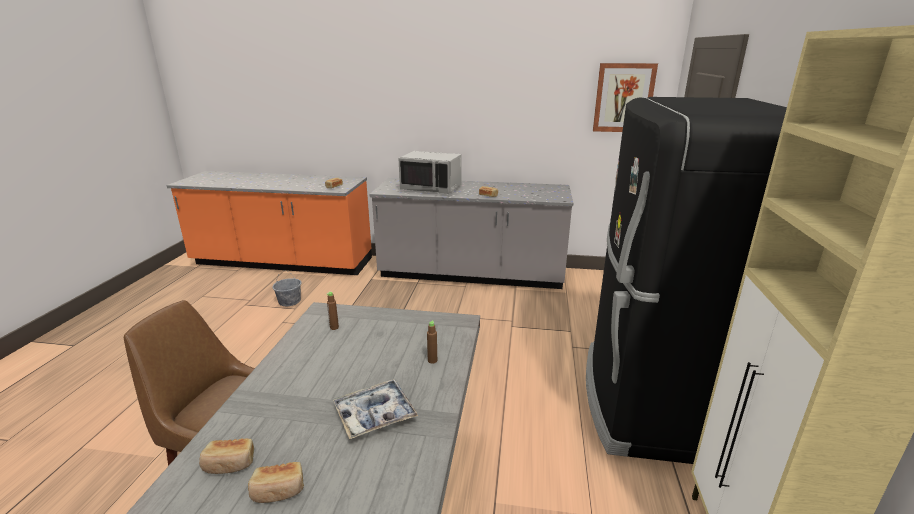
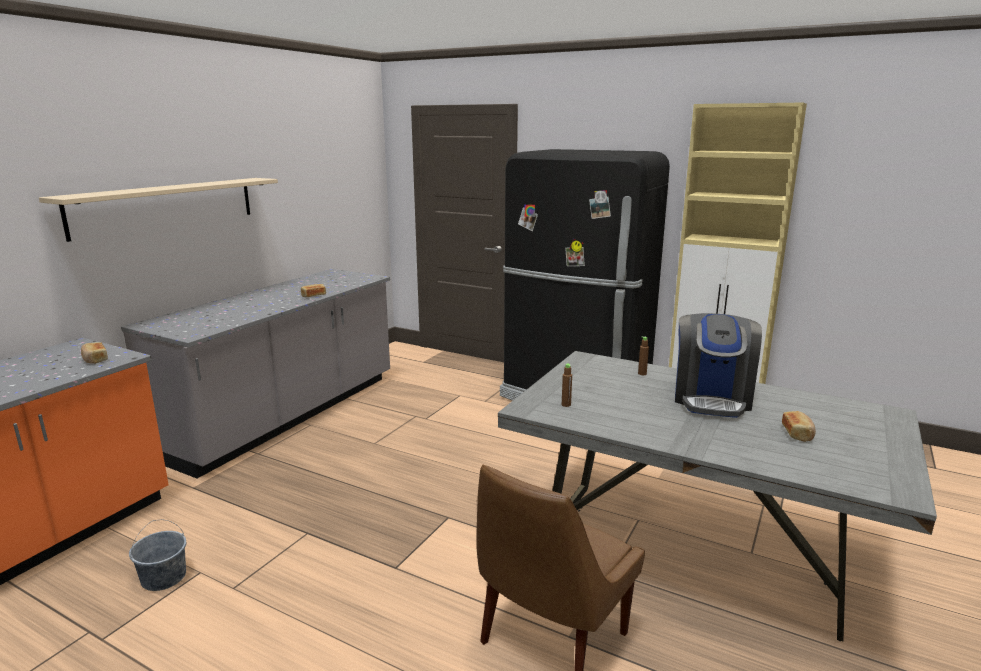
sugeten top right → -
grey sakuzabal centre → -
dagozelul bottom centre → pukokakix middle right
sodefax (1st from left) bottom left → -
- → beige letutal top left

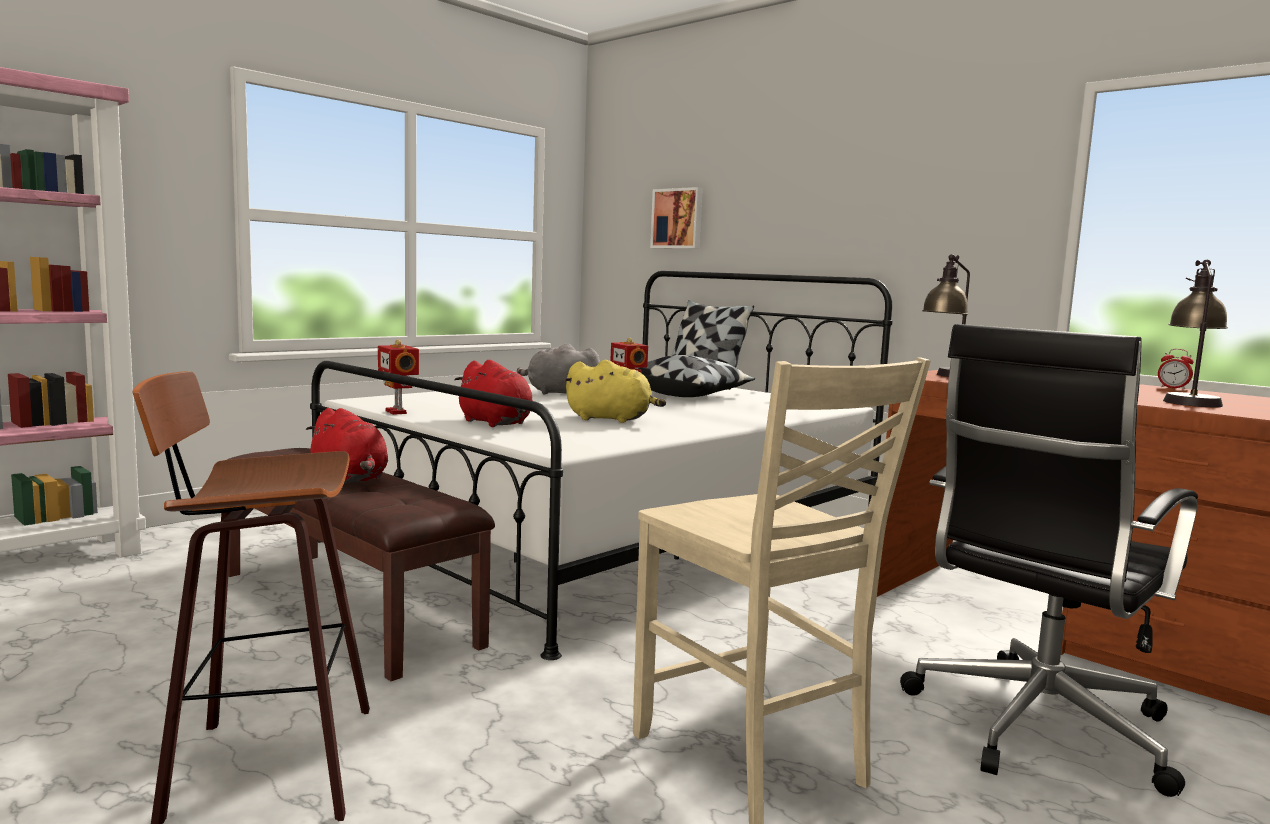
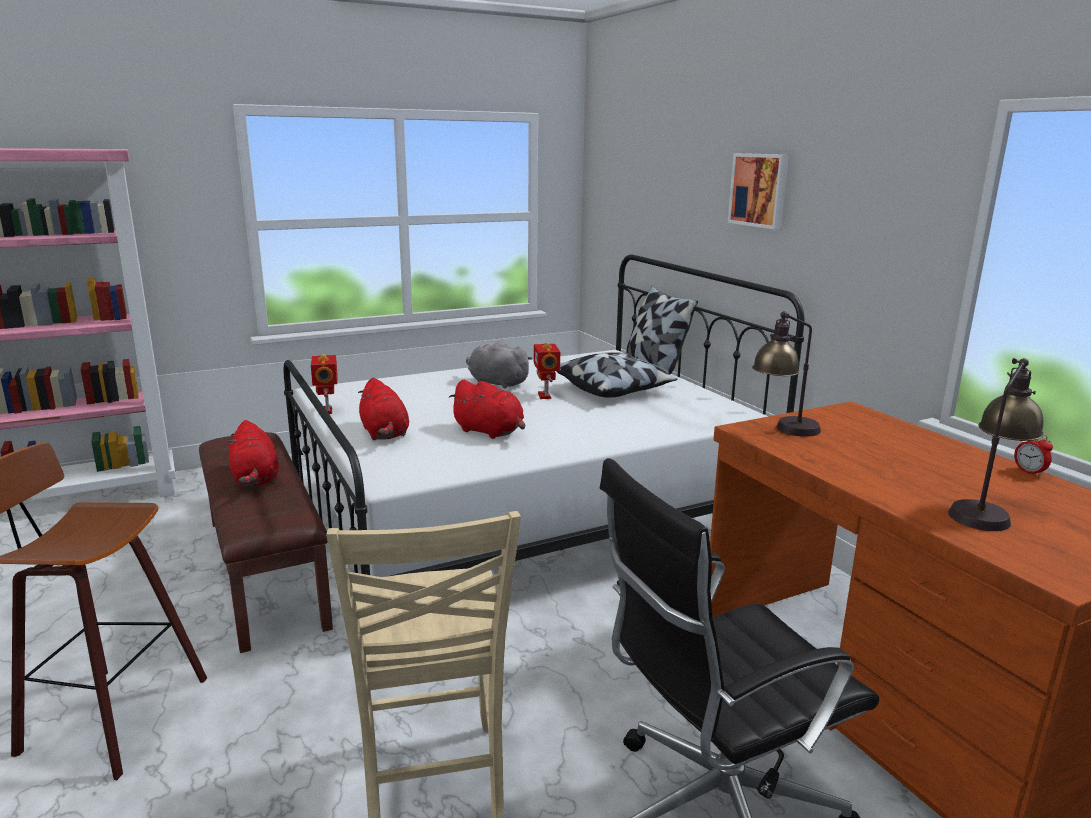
sugeten top centre → sugeten top right, moved
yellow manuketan centre → red manuketan (3rd from left) centre

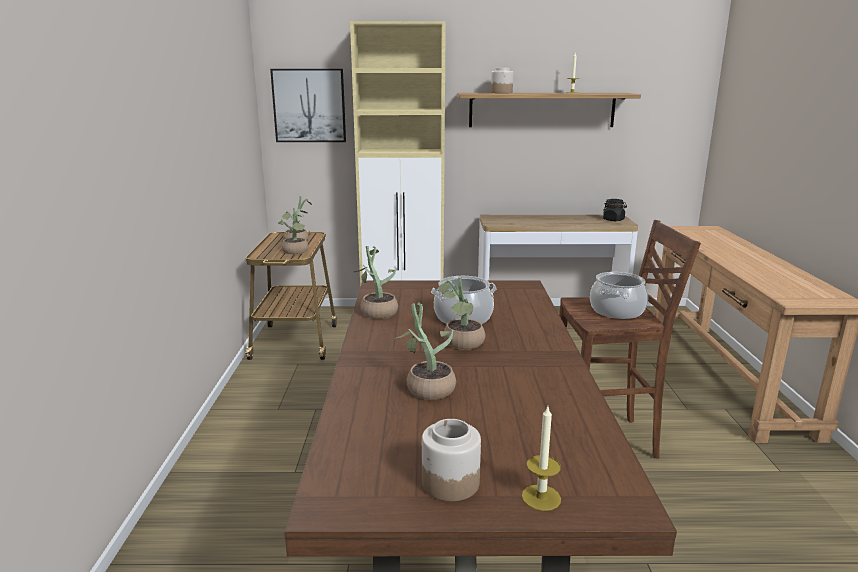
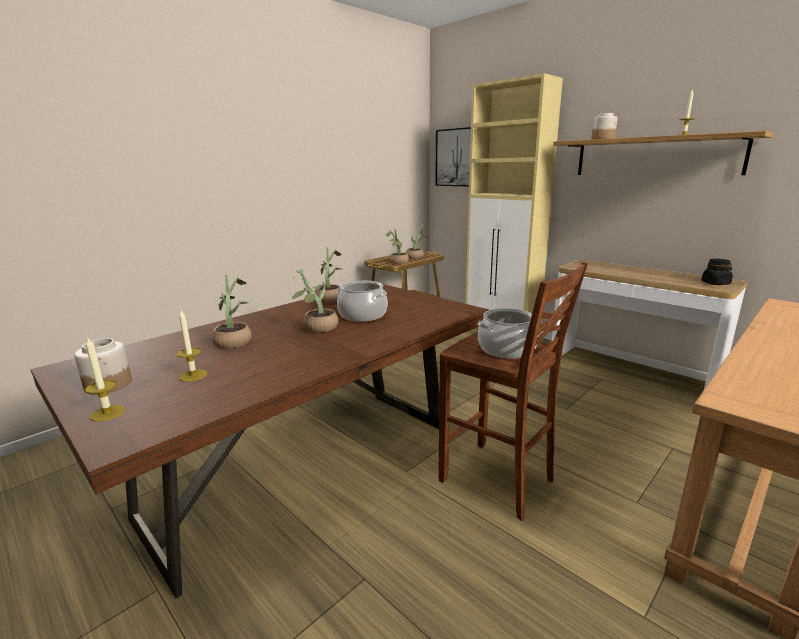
- → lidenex (2nd from left) middle left

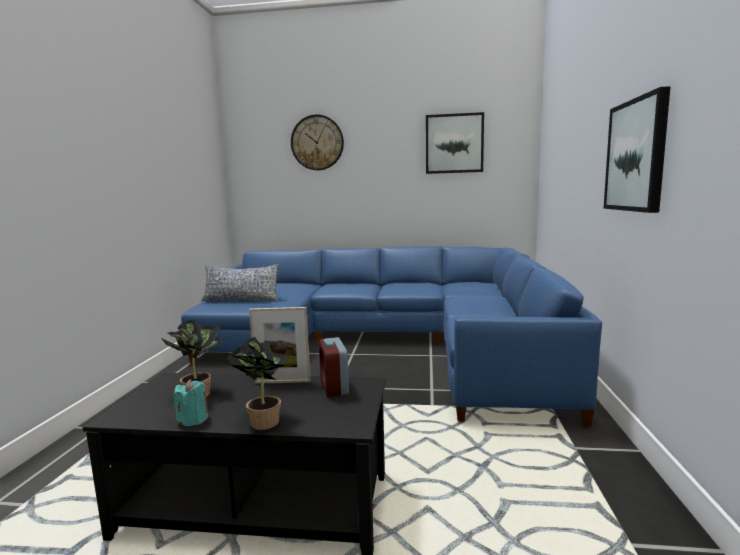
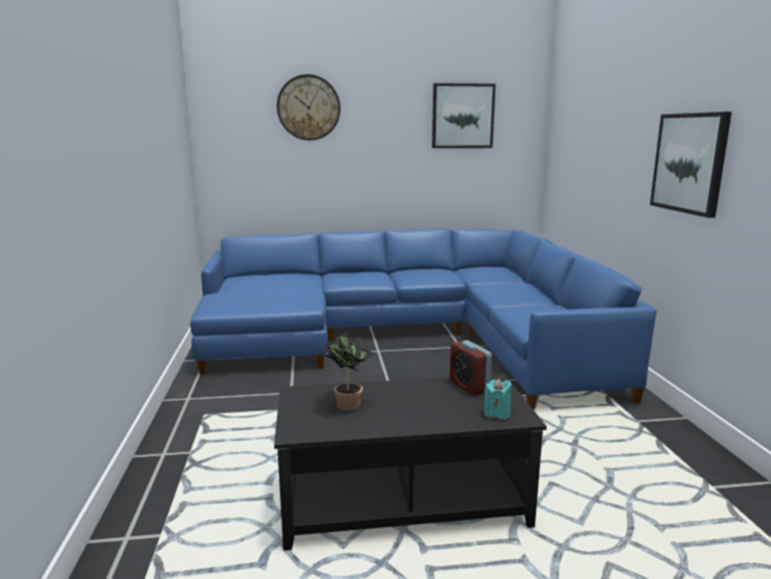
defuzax middle left → -
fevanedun centre → -
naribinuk (2nd from left) bottom centre → -
turquoise lidenex bottom left → turquoise lidenex bottom centre, moved

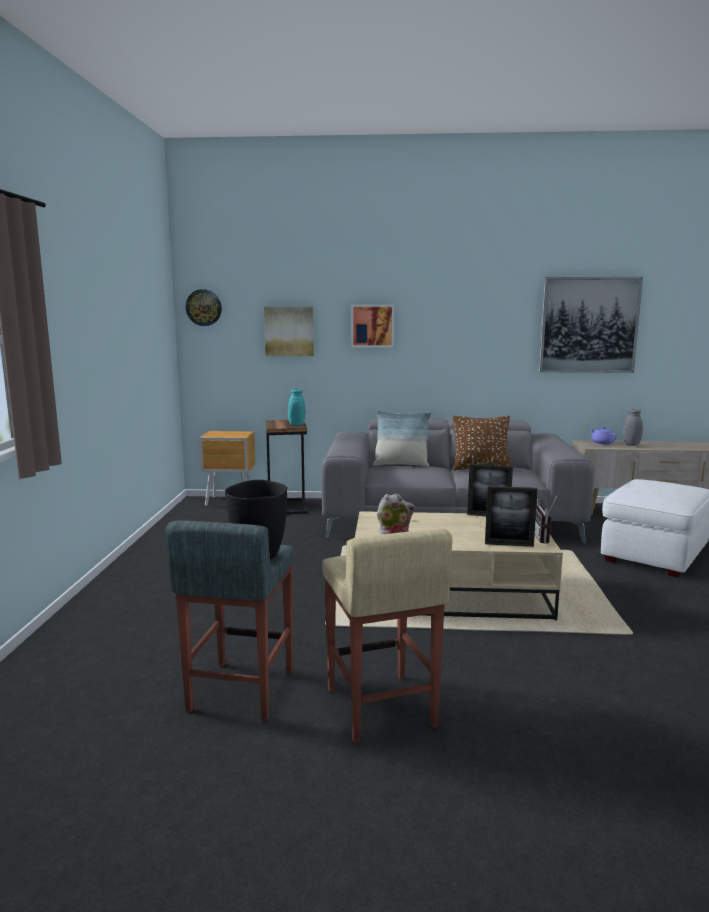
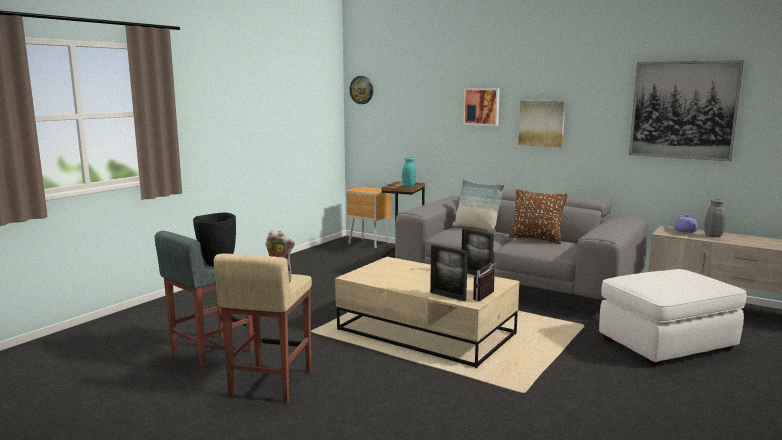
sugeten (1st from left in the first image) centre → sugeten (2nd from left) top right, moved

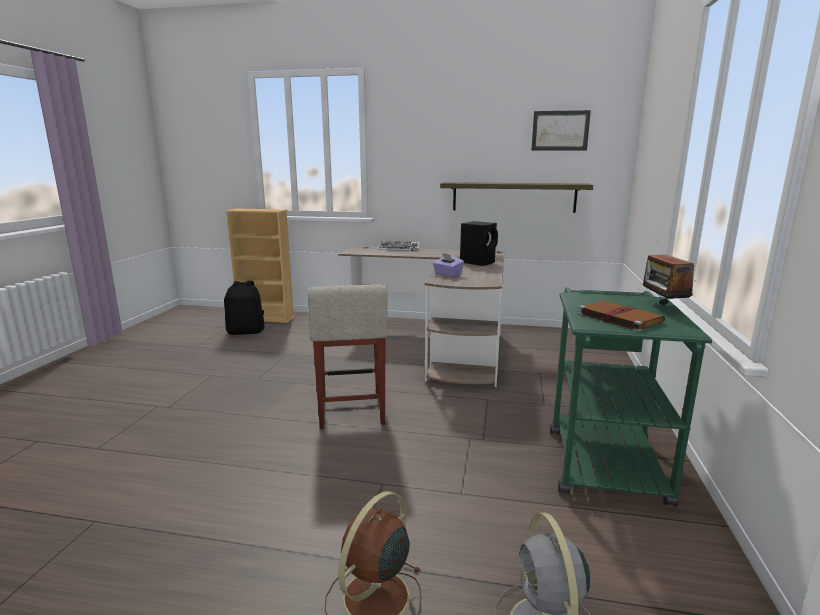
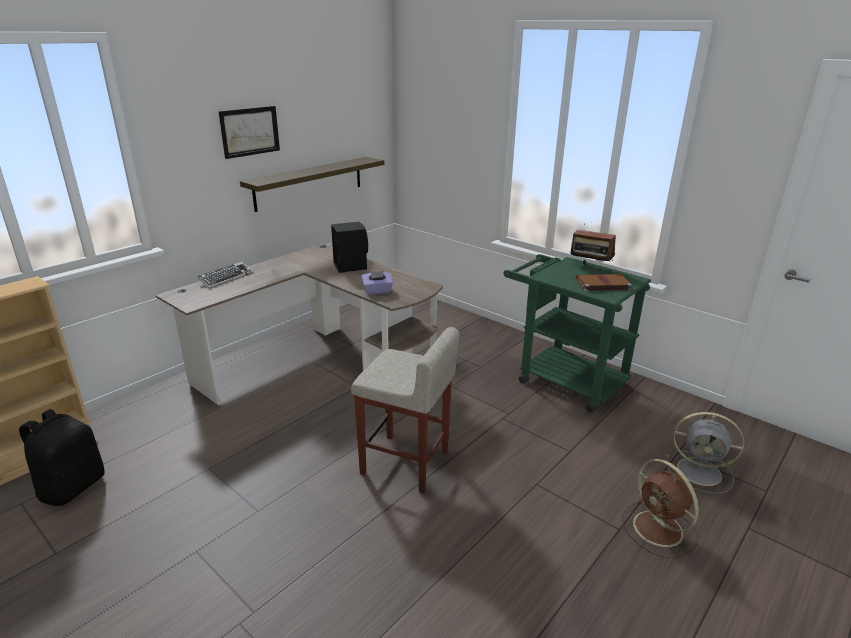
sugeten top right → sugeten top left, moved

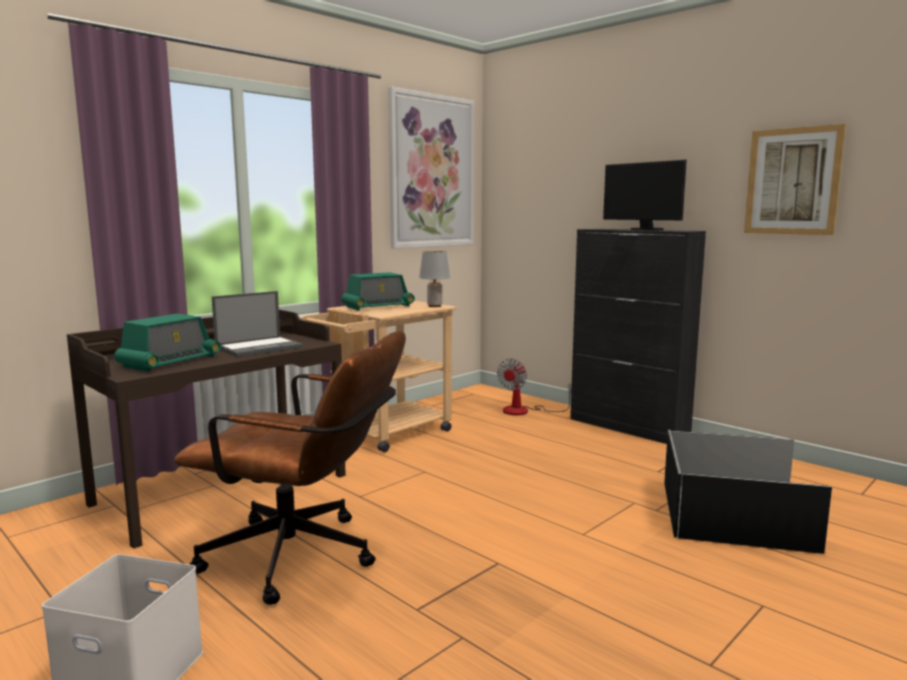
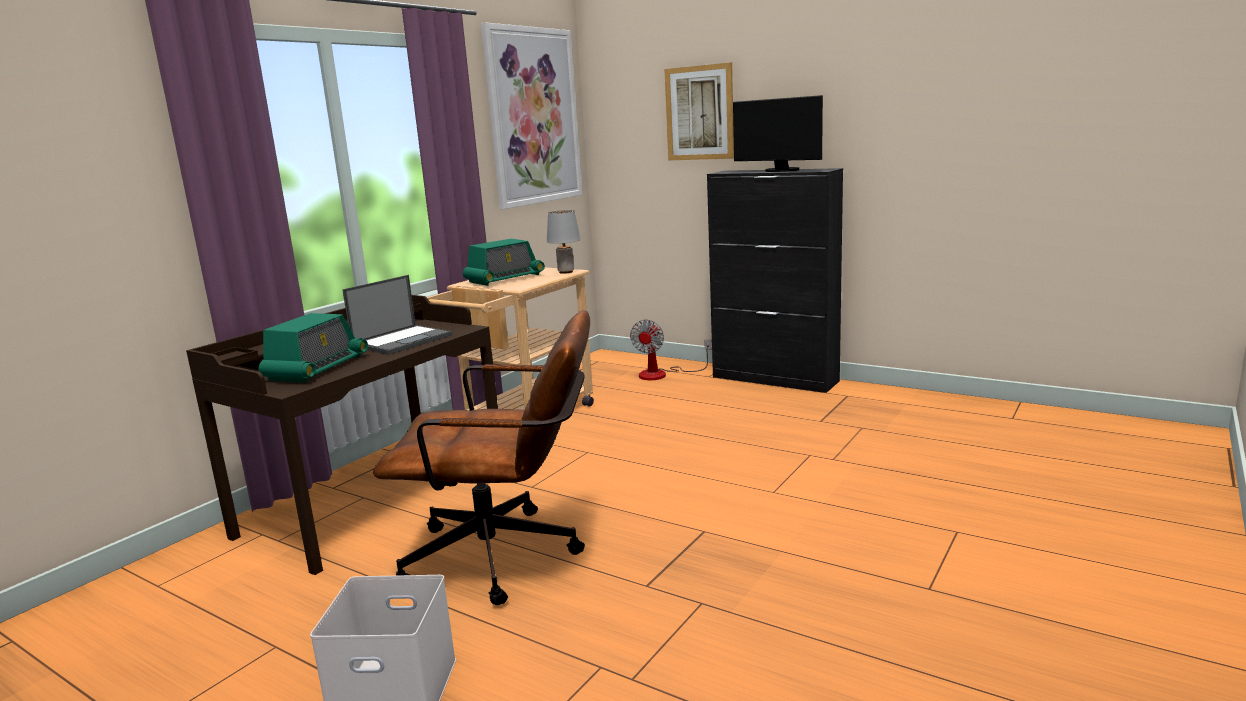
sugeten (2nd from left) top right → sugeten (2nd from left) top centre, moved
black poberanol bottom right → -

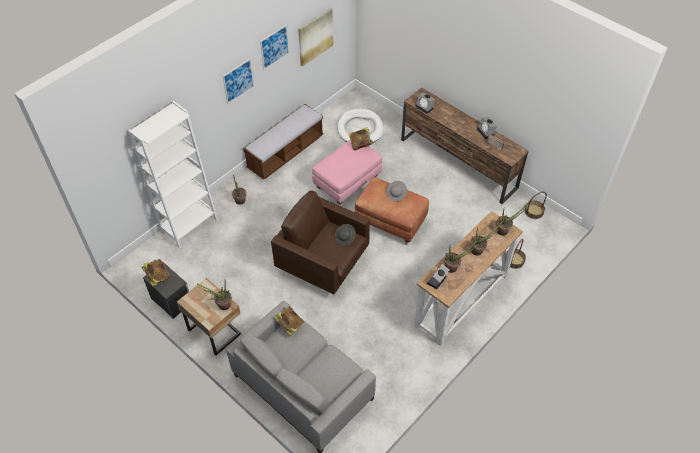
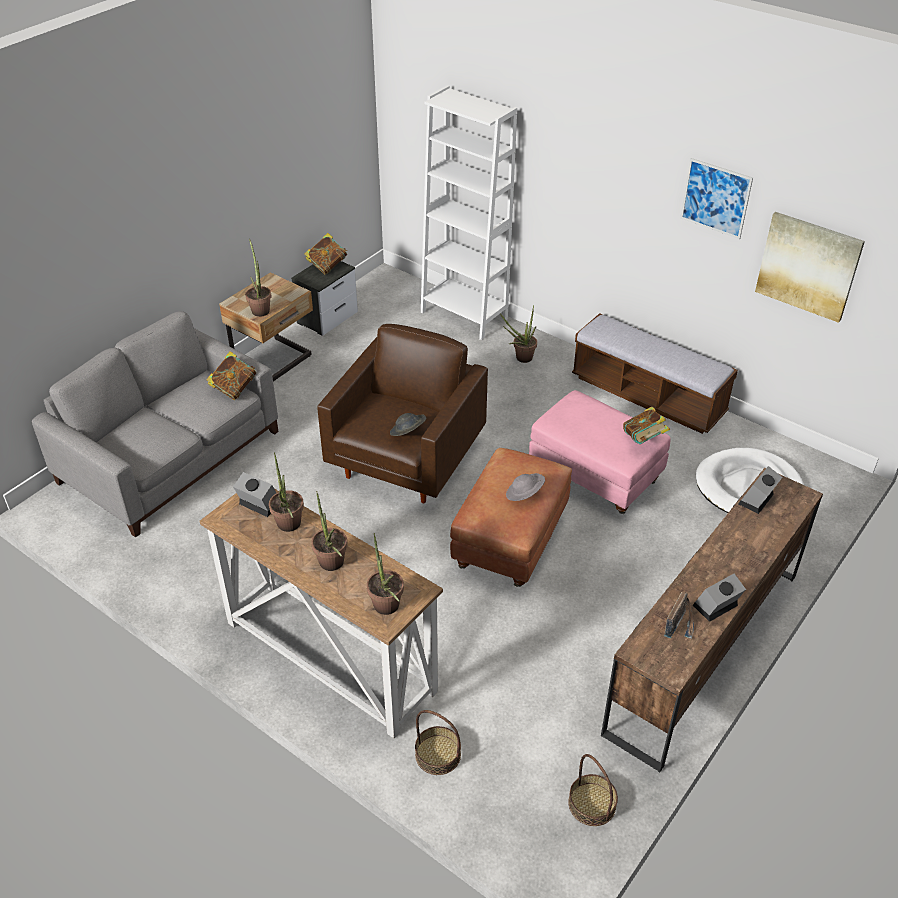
sugeten (1st from left) top centre → -

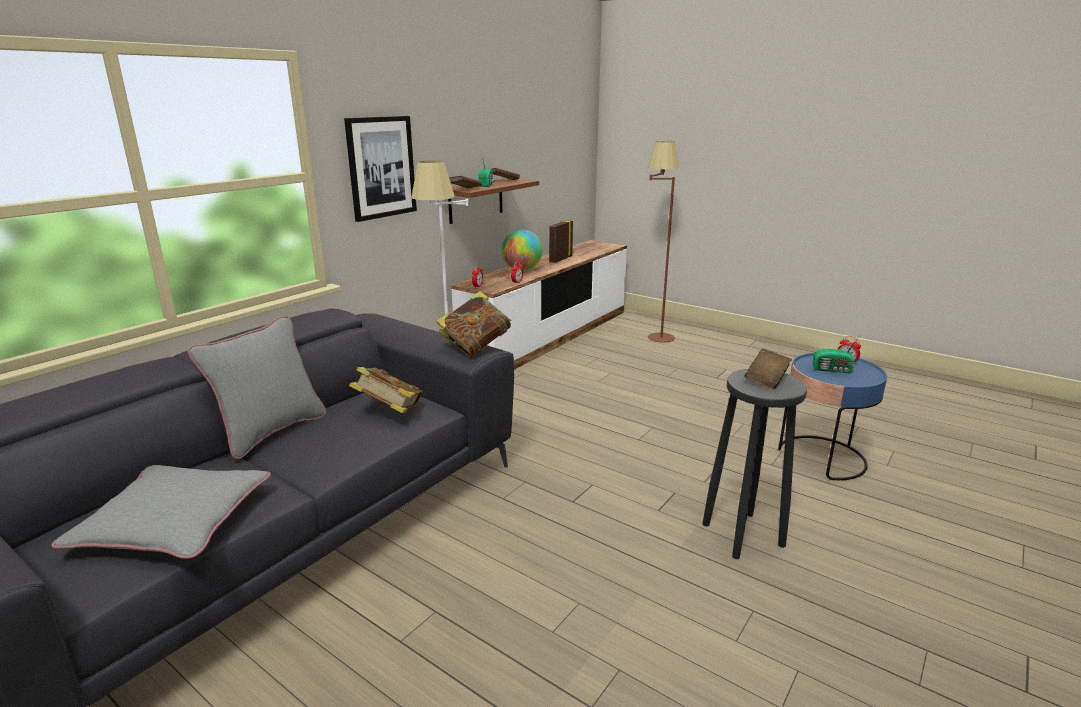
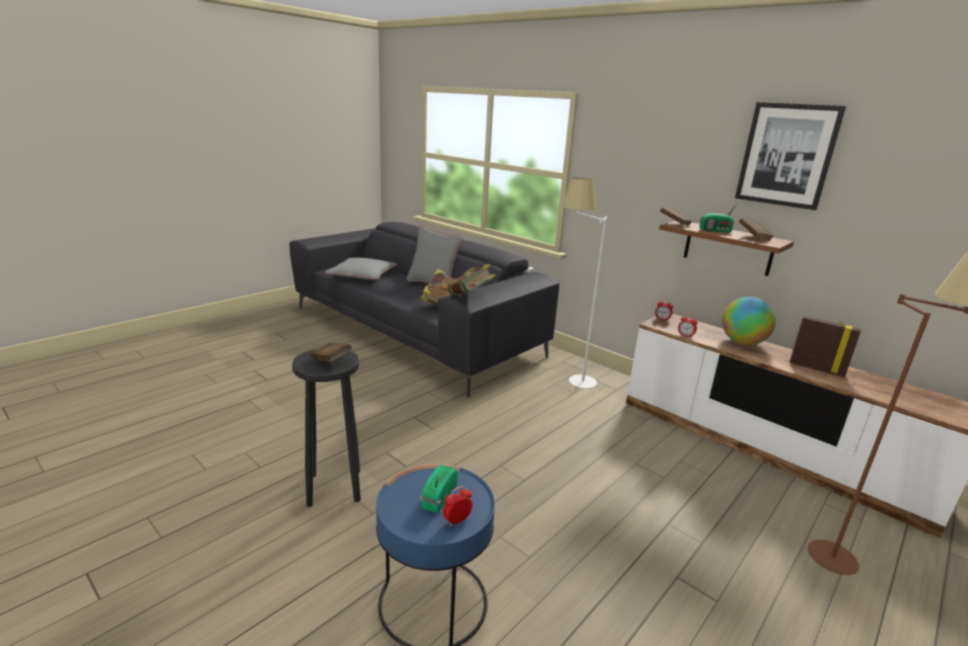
sugeten top centre → sugeten top right, moved

